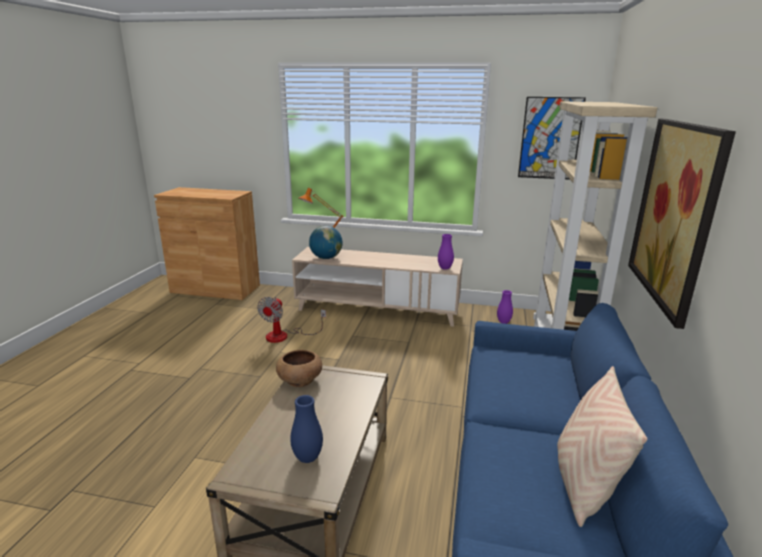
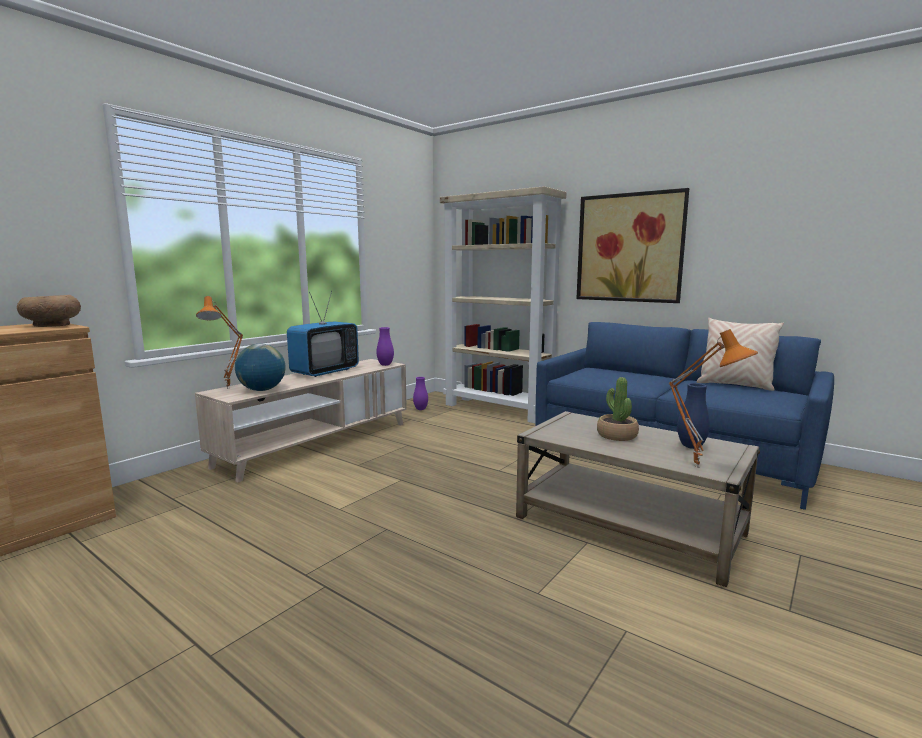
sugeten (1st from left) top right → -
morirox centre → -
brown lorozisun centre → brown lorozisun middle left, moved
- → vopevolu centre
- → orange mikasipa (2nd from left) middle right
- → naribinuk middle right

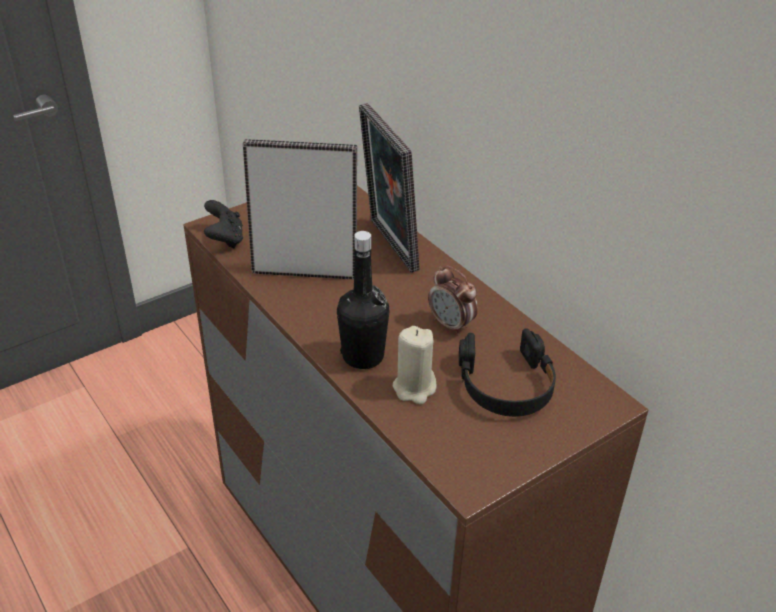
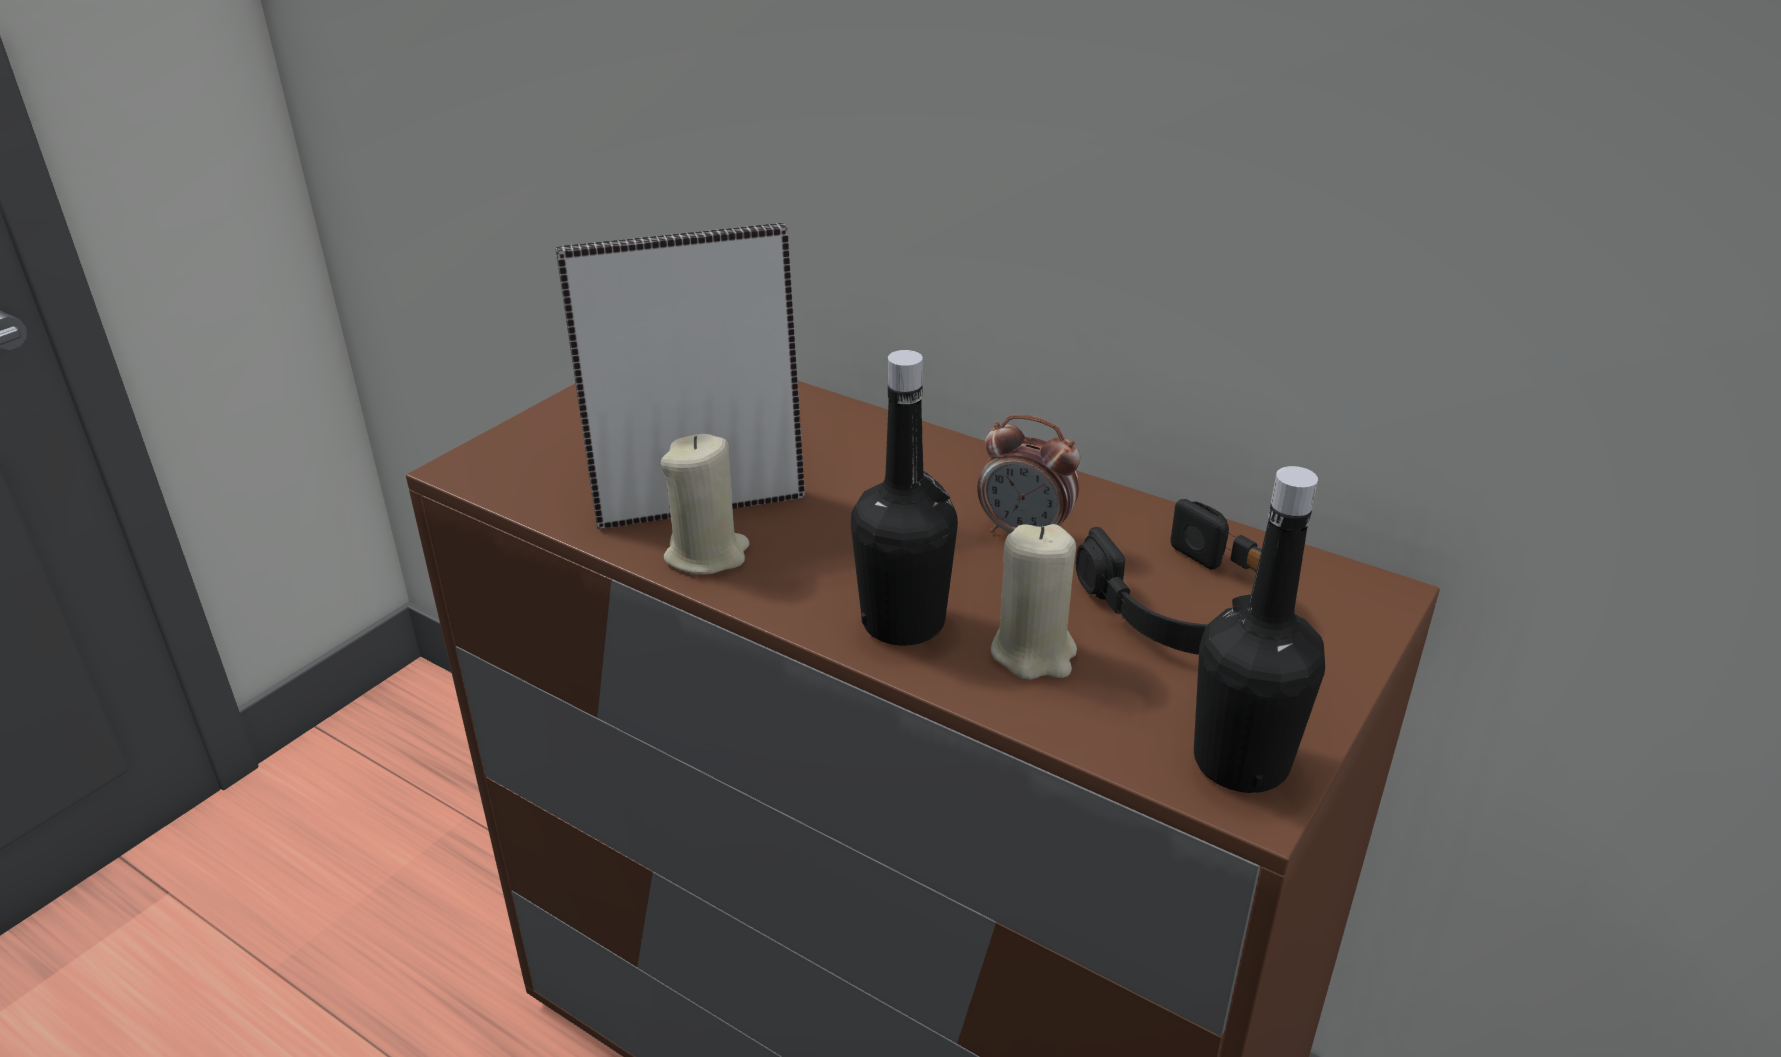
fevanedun (2nd from left) top centre → -
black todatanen middle left → -
- → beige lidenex (1st from left) centre
- → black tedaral (2nd from left) middle right

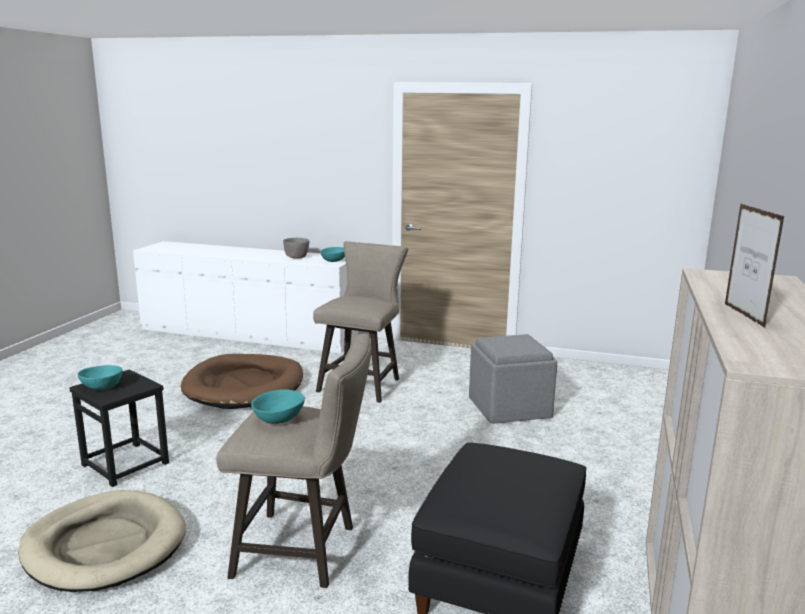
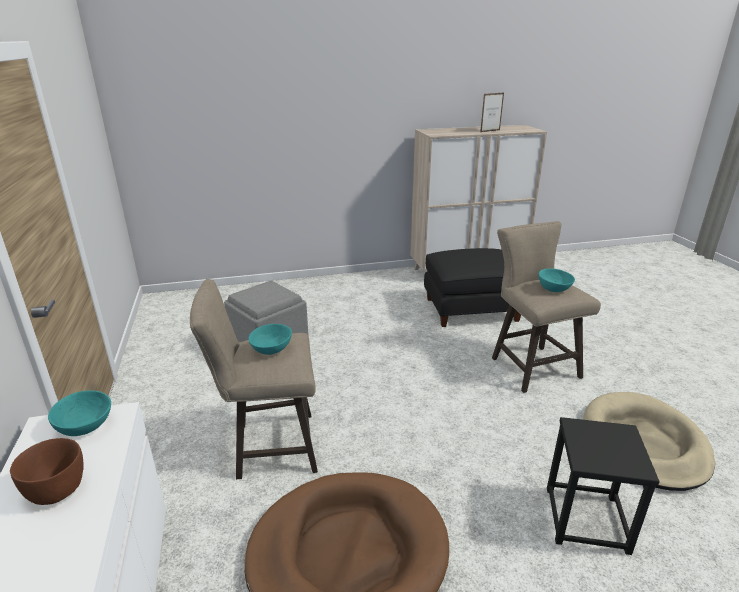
grey lorozisun centre → brown lorozisun bottom left
turquoise lorozisun (1st from left in the first image) middle left → turquoise lorozisun (2nd from left) centre, moved

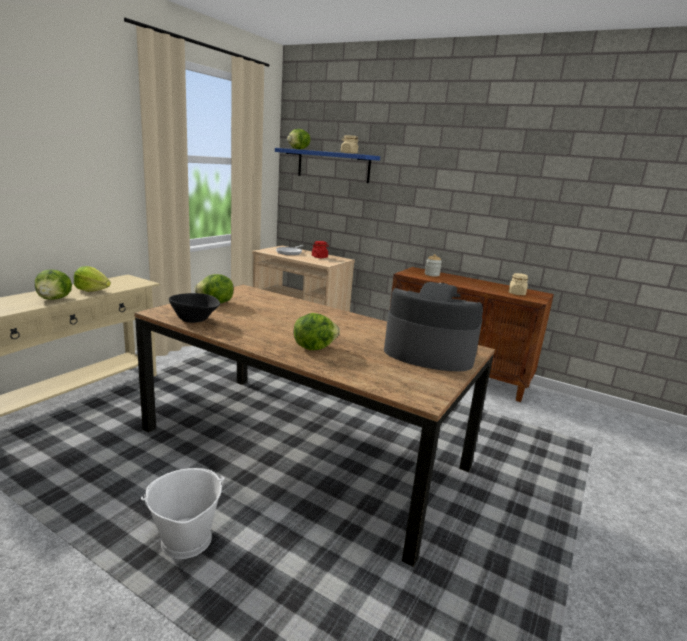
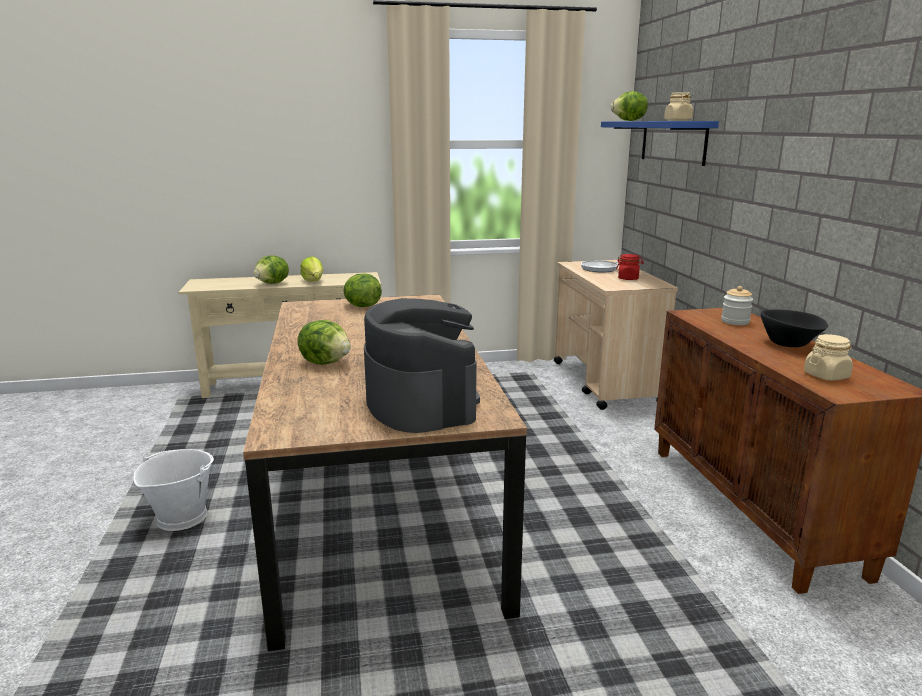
black lorozisun middle left → black lorozisun middle right, moved

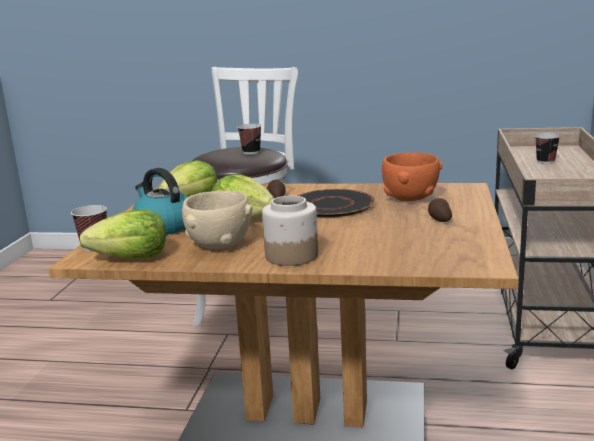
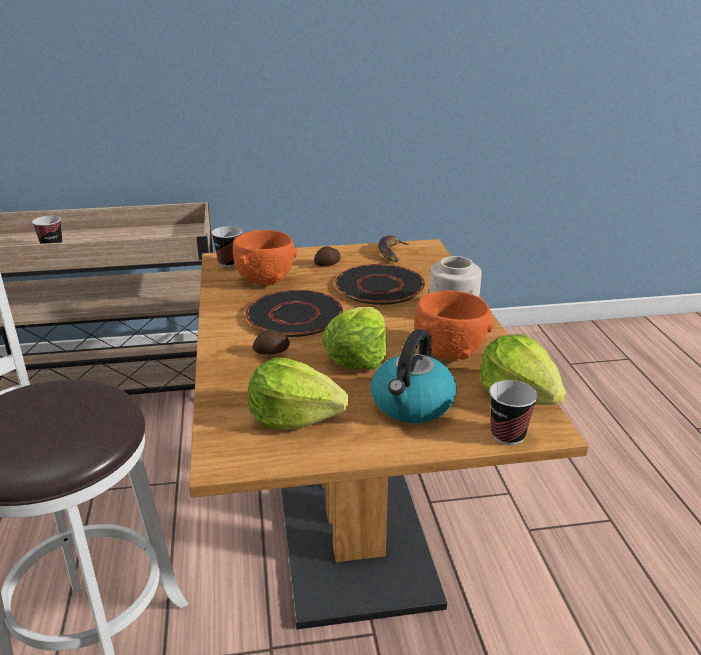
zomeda (2nd from left) top centre → zomeda (2nd from left) middle left, moved
beige lorozisun centre → orange lorozisun (2nd from left) centre
- → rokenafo centre
- → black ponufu (2nd from left) centre

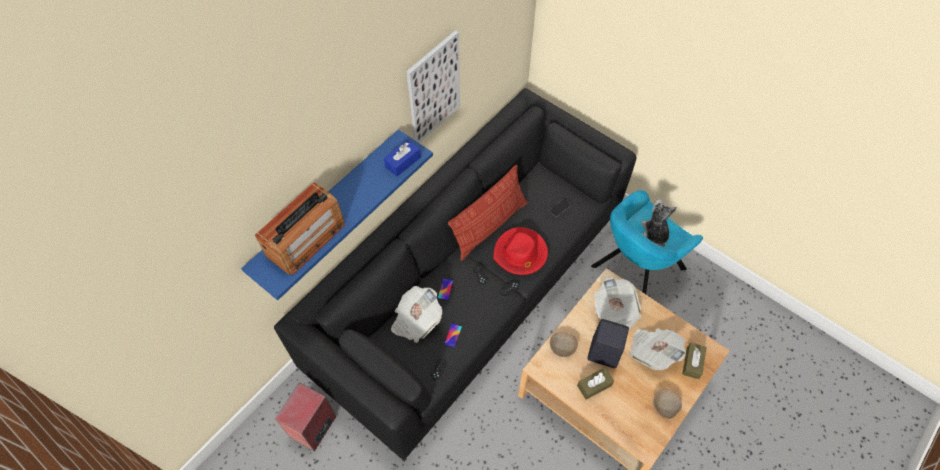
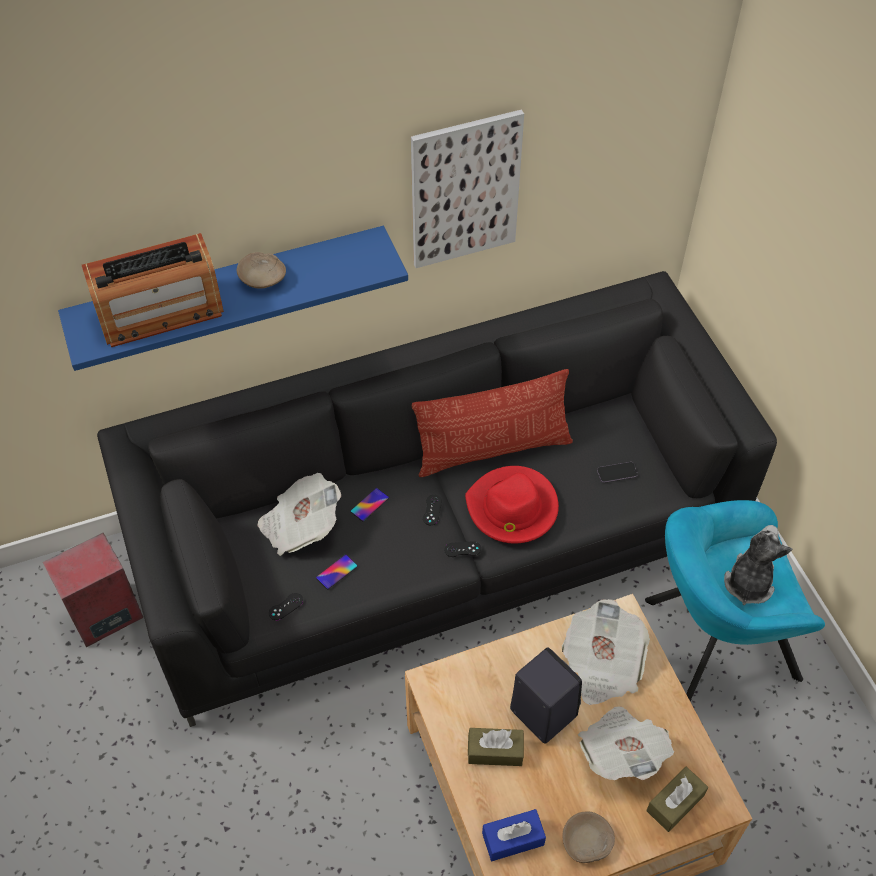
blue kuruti centre → blue kuruti bottom centre, moved
beige lorozisun (1st from left) bottom centre → beige lorozisun (1st from left) top left, moved

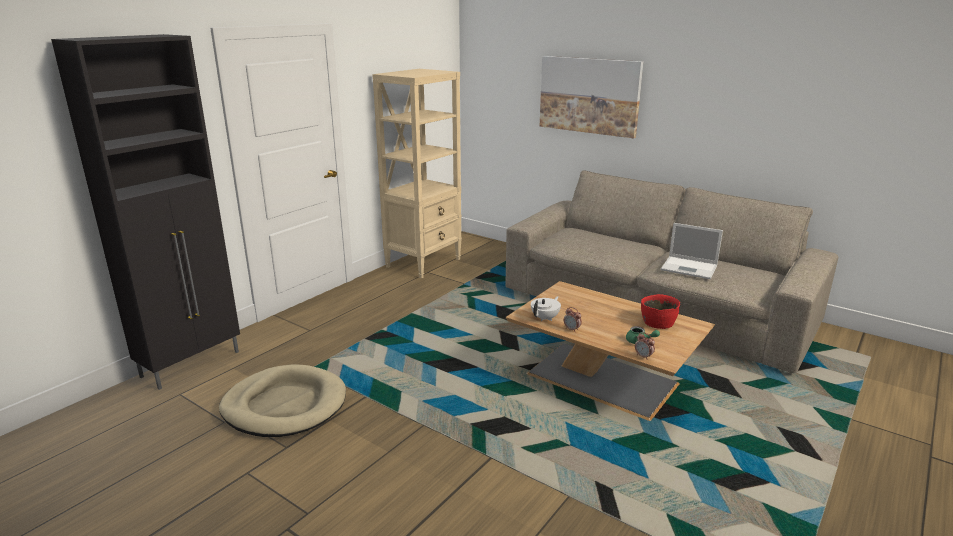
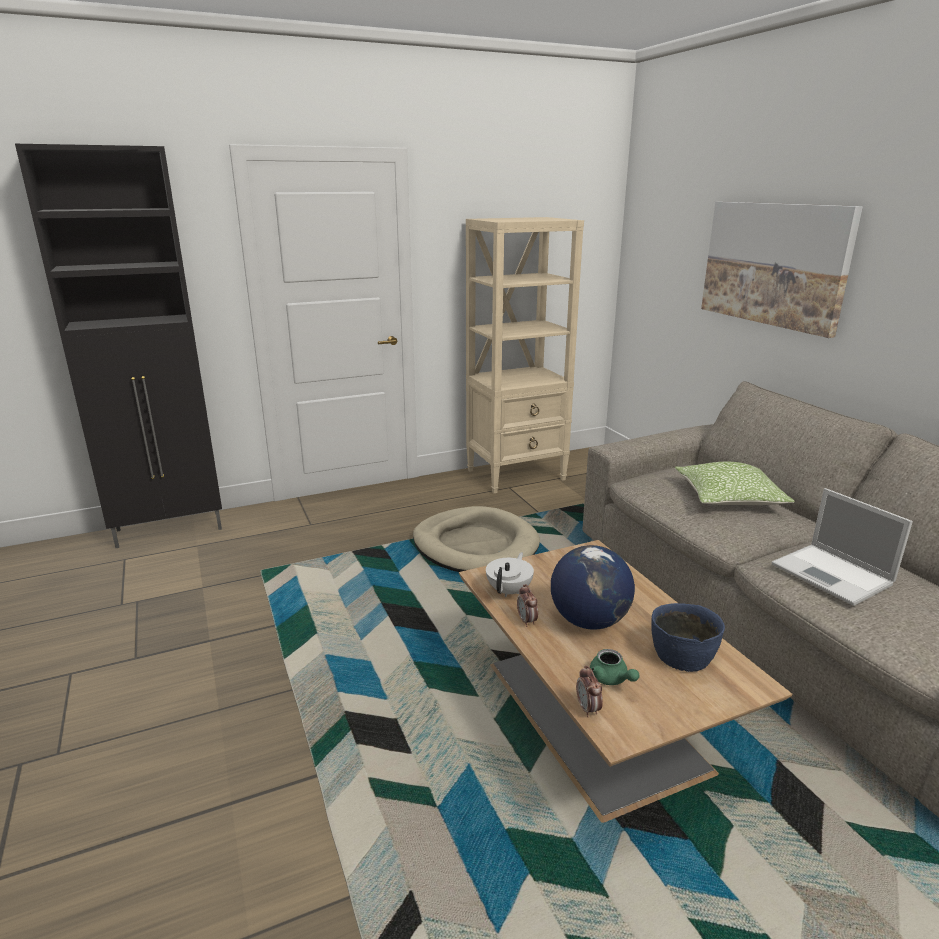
red lorozisun middle right → blue lorozisun bottom right
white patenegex centre, 45 degrees counterclockwise
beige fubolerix bottom left → beige fubolerix centre, moved
- → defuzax middle right
- → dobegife centre

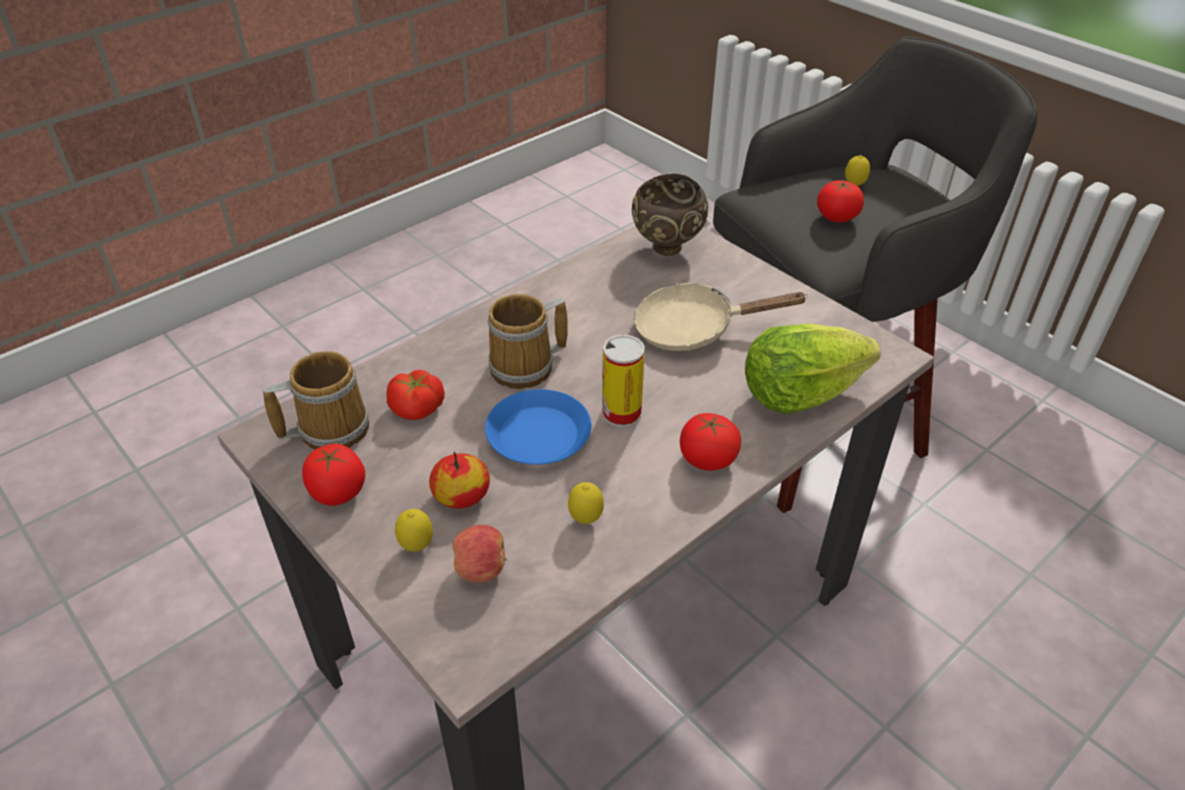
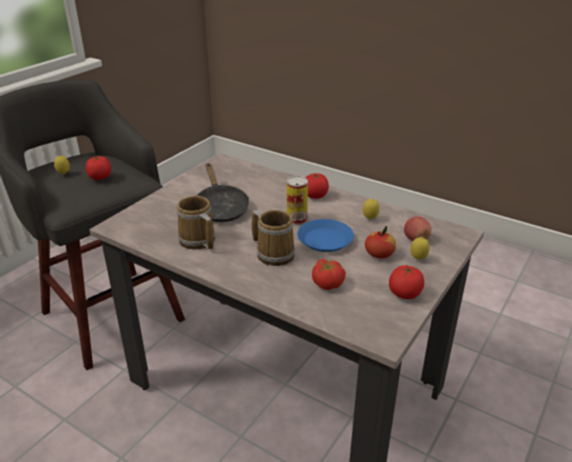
brown lorozisun top centre → -
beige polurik centre → black polurik centre
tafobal middle right → -
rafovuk (1st from left) middle left → rafovuk (1st from left) centre, moved

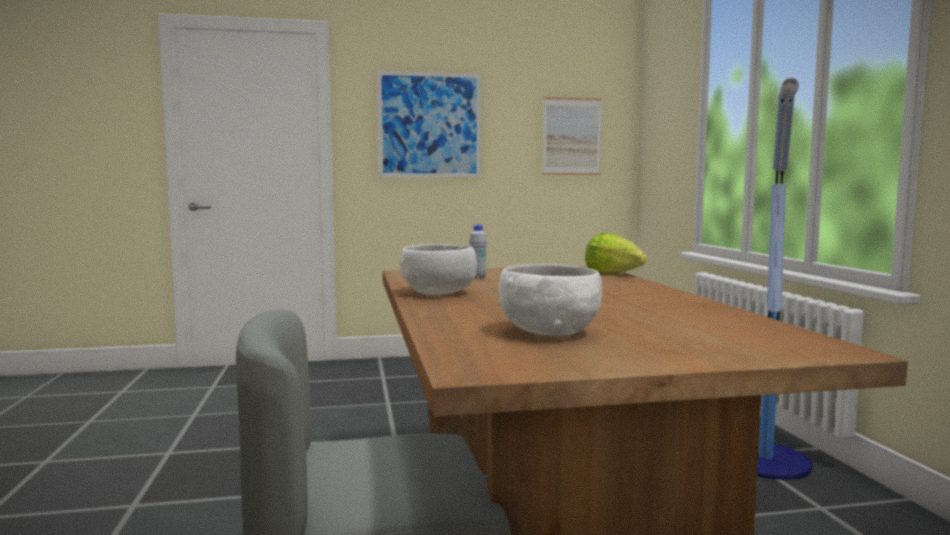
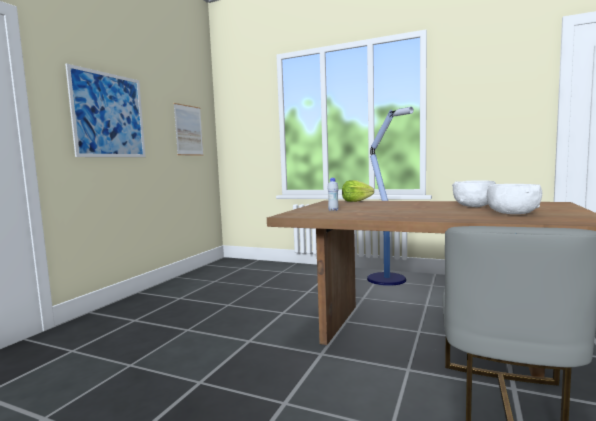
white lorozisun (1st from left) centre → white lorozisun (1st from left) middle right, moved

